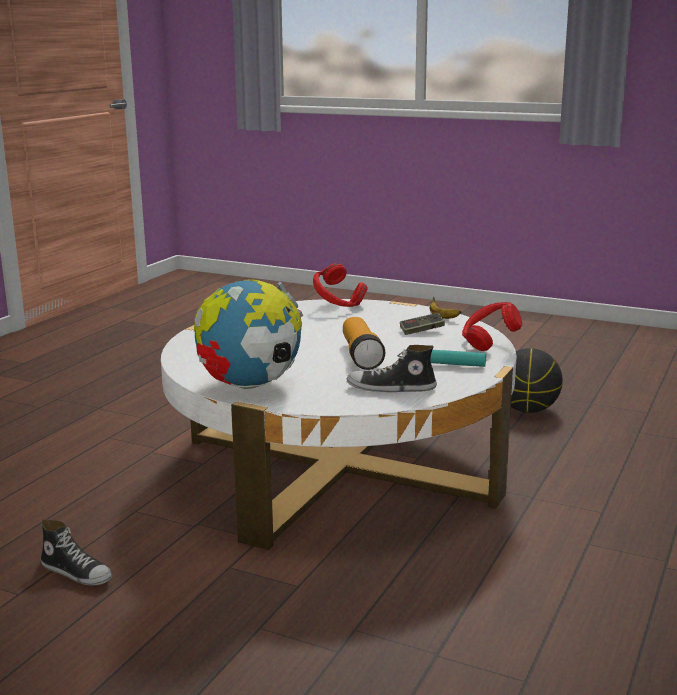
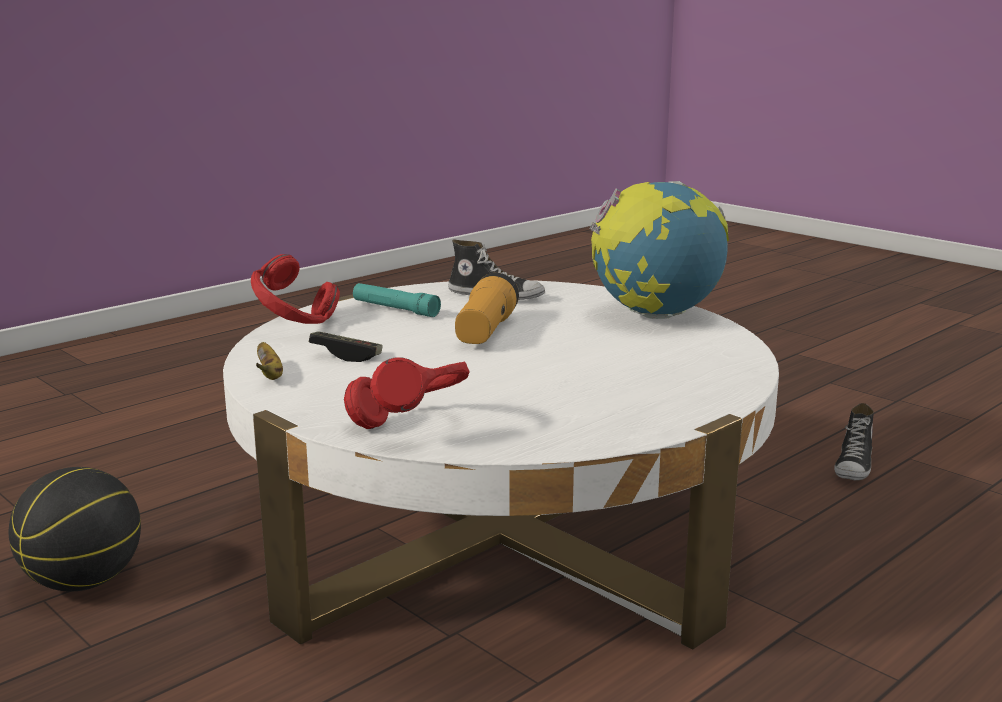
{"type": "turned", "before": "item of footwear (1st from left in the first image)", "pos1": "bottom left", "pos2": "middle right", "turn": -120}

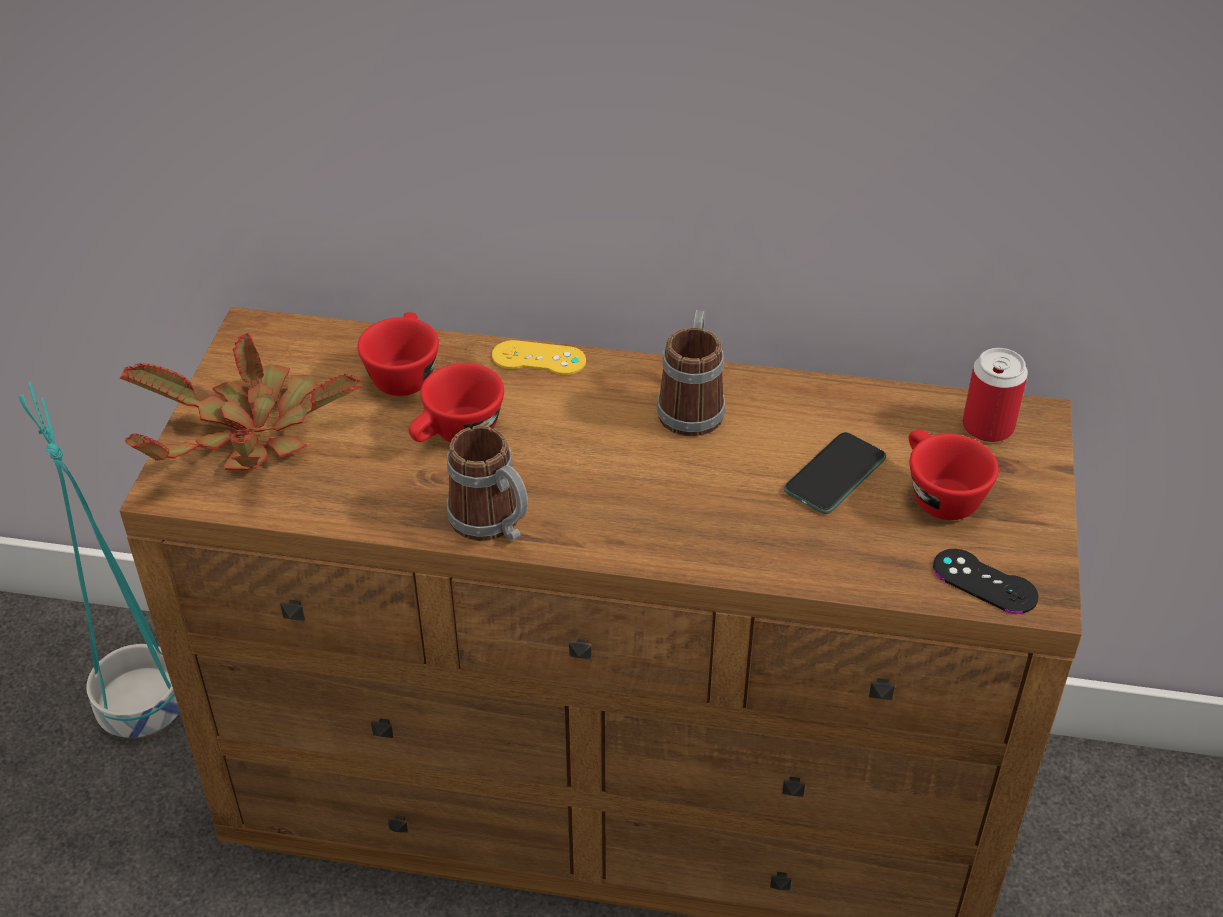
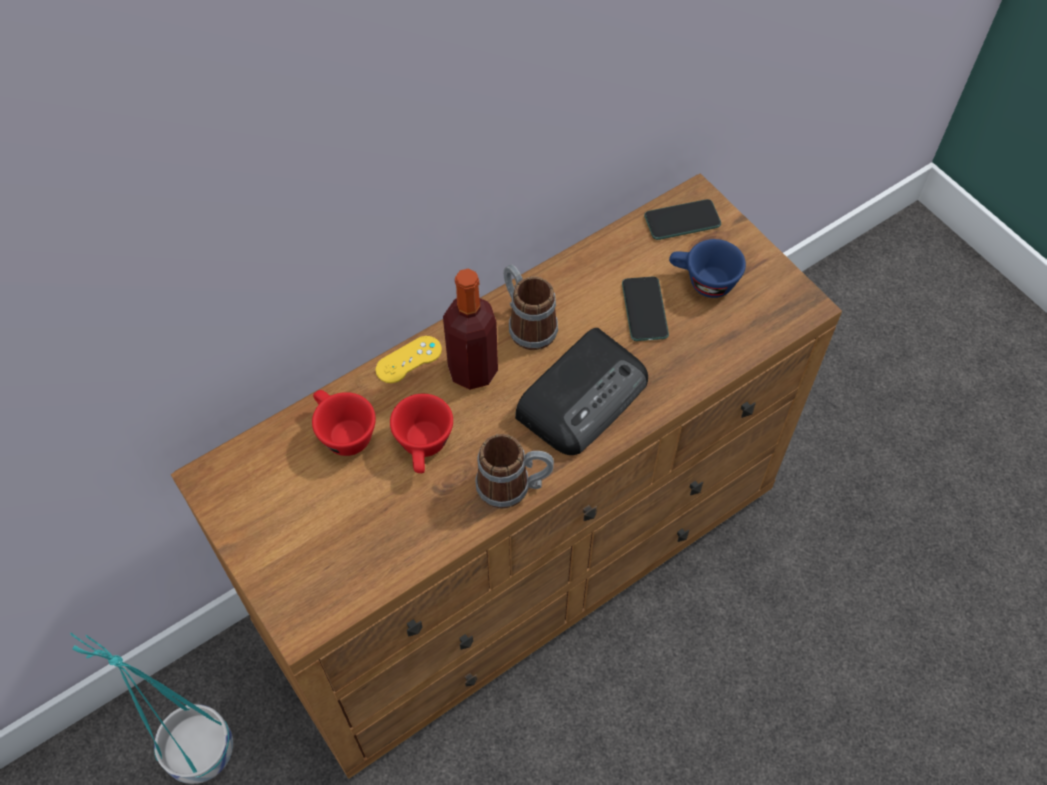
{"type": "removed", "before": "houseplant", "pos1": "middle left"}
{"type": "removed", "before": "gamepad in blackish", "pos1": "middle right"}
{"type": "added", "after": "bottle", "pos2": "centre"}
{"type": "added", "after": "radio receiver", "pos2": "centre"}
{"type": "replaced", "before": "can", "after": "phone (2nd from left)", "pos1": "middle right", "pos2": "top centre"}
{"type": "recoloured", "before": "cup in red (3rd from left)", "after": "cup in bluish", "pos1": "middle right", "pos2": "middle right"}

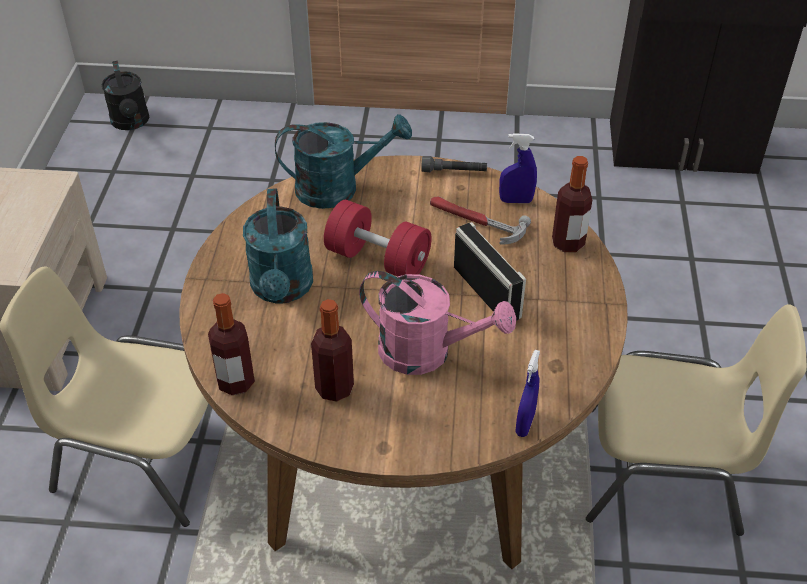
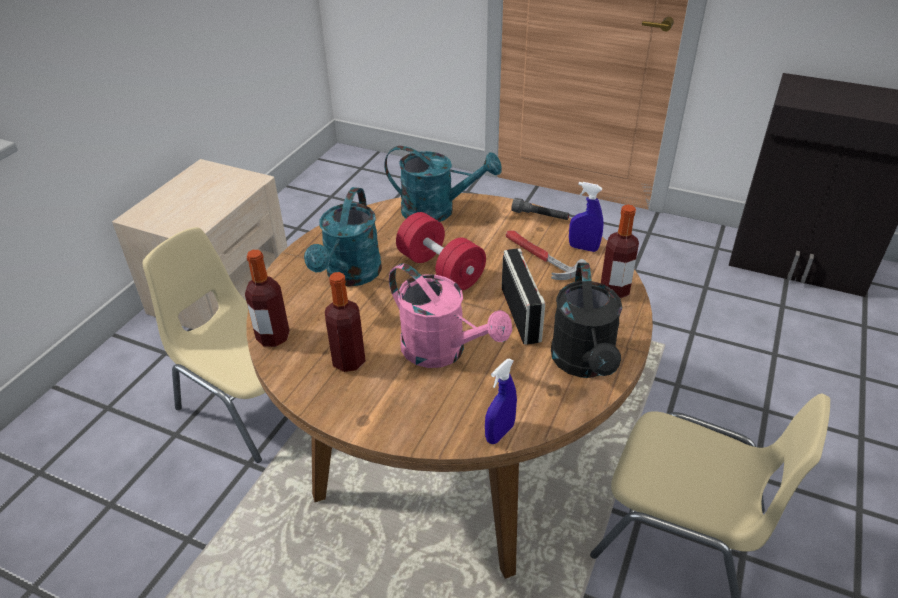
{"type": "moved", "before": "sprinkling can in blackish", "pos1": "top left", "pos2": "centre"}

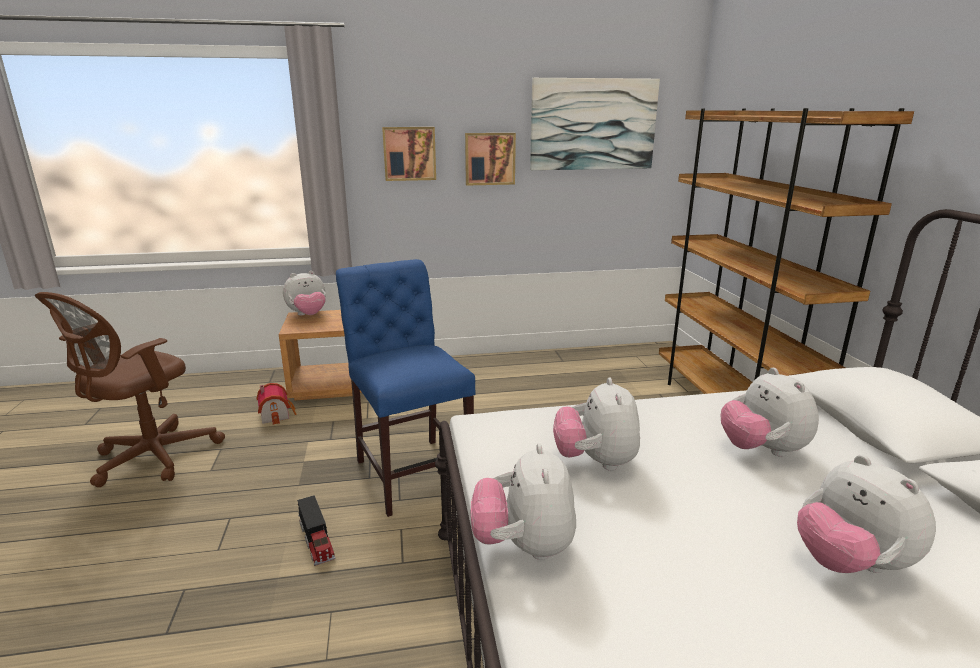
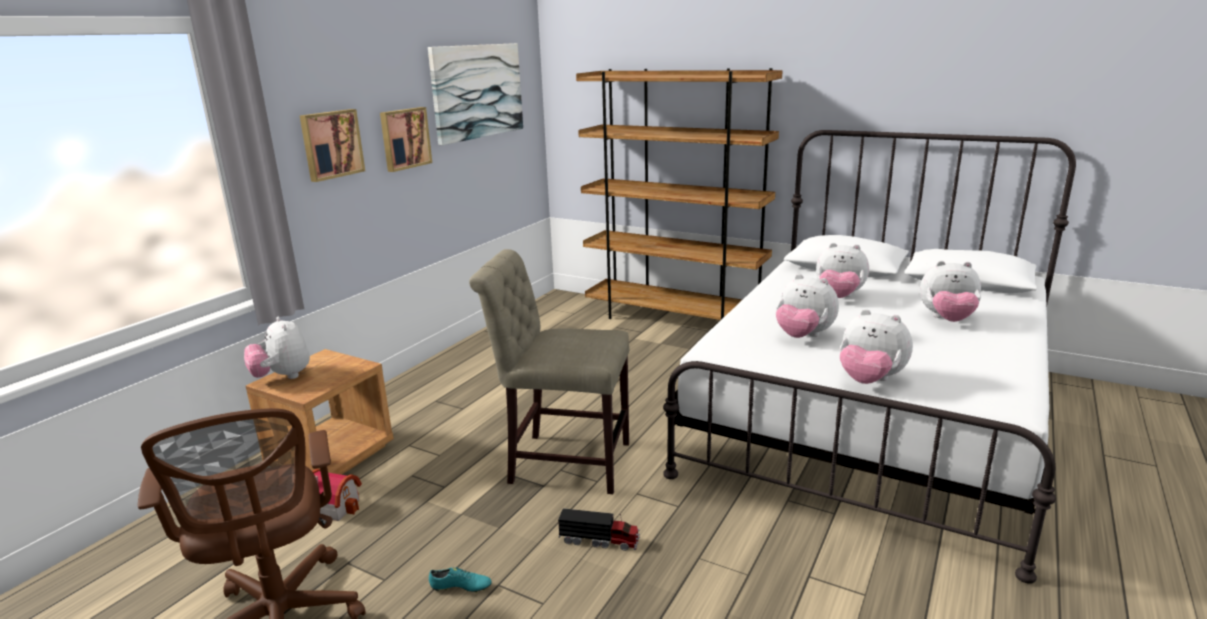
{"type": "added", "after": "item of footwear in turquoise-coloured", "pos2": "bottom centre"}
{"type": "recoloured", "before": "plain chair in bluish", "after": "plain chair in beige", "pos1": "centre", "pos2": "centre"}
{"type": "turned", "before": "soft toy (1st from left)", "pos1": "middle left", "pos2": "middle left", "turn": 135}

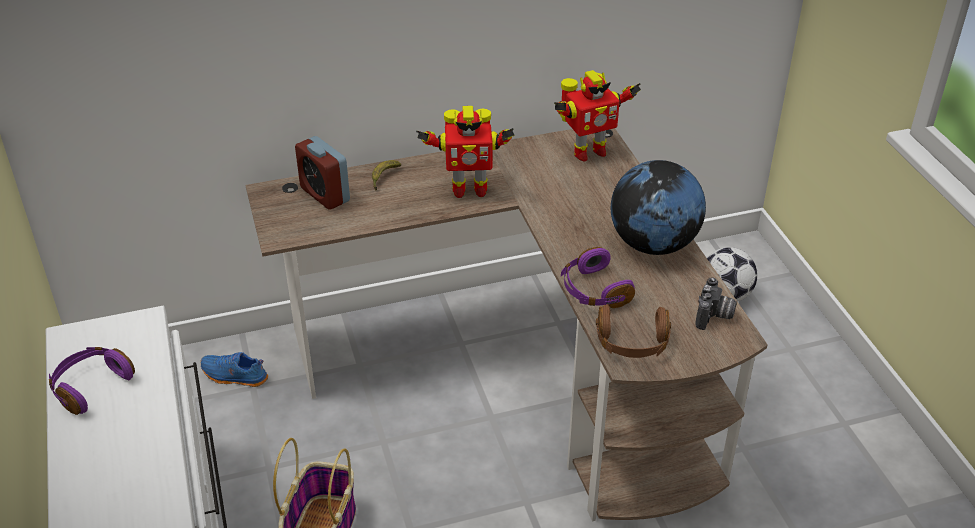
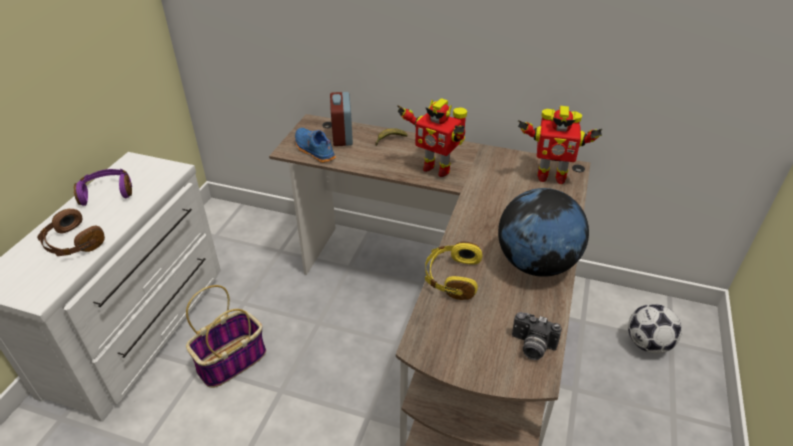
{"type": "moved", "before": "item of footwear in bluish", "pos1": "bottom left", "pos2": "top centre"}
{"type": "moved", "before": "headphones in brown-coloured", "pos1": "centre", "pos2": "middle left"}
{"type": "recoloured", "before": "headphones in purple-coloured (2nd from left)", "after": "headphones in yellowish", "pos1": "centre", "pos2": "centre"}
{"type": "turned", "before": "still camera", "pos1": "middle right", "pos2": "bottom right", "turn": 60}

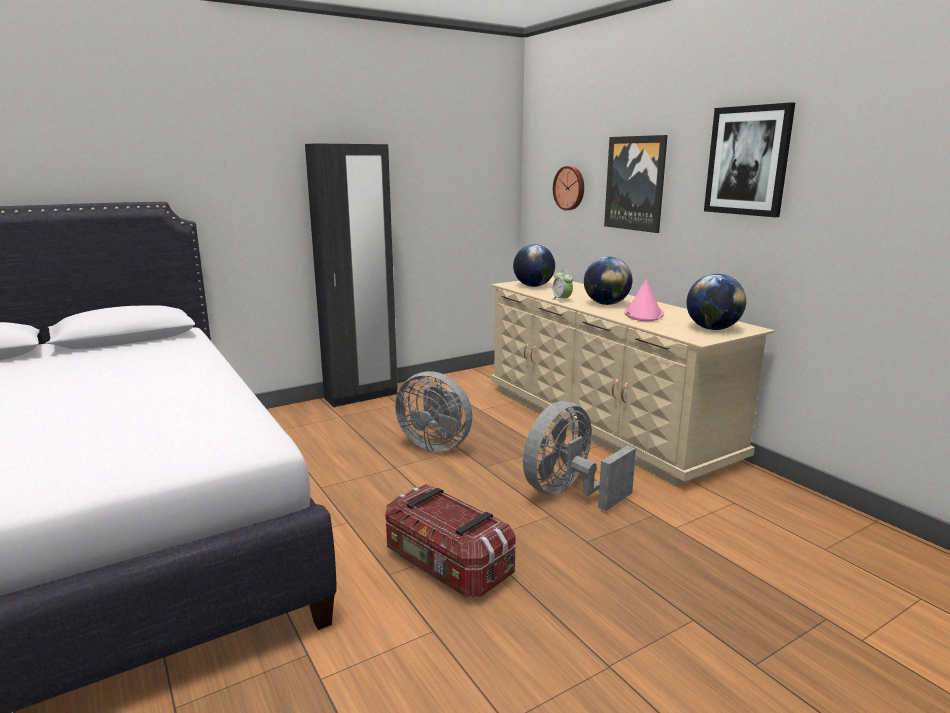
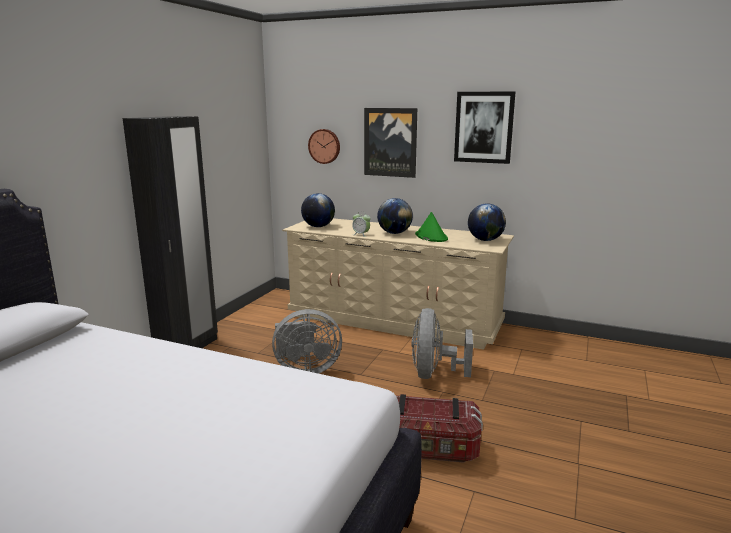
{"type": "recoloured", "before": "wearable hat in pinkish", "after": "wearable hat in greenish", "pos1": "middle right", "pos2": "centre"}

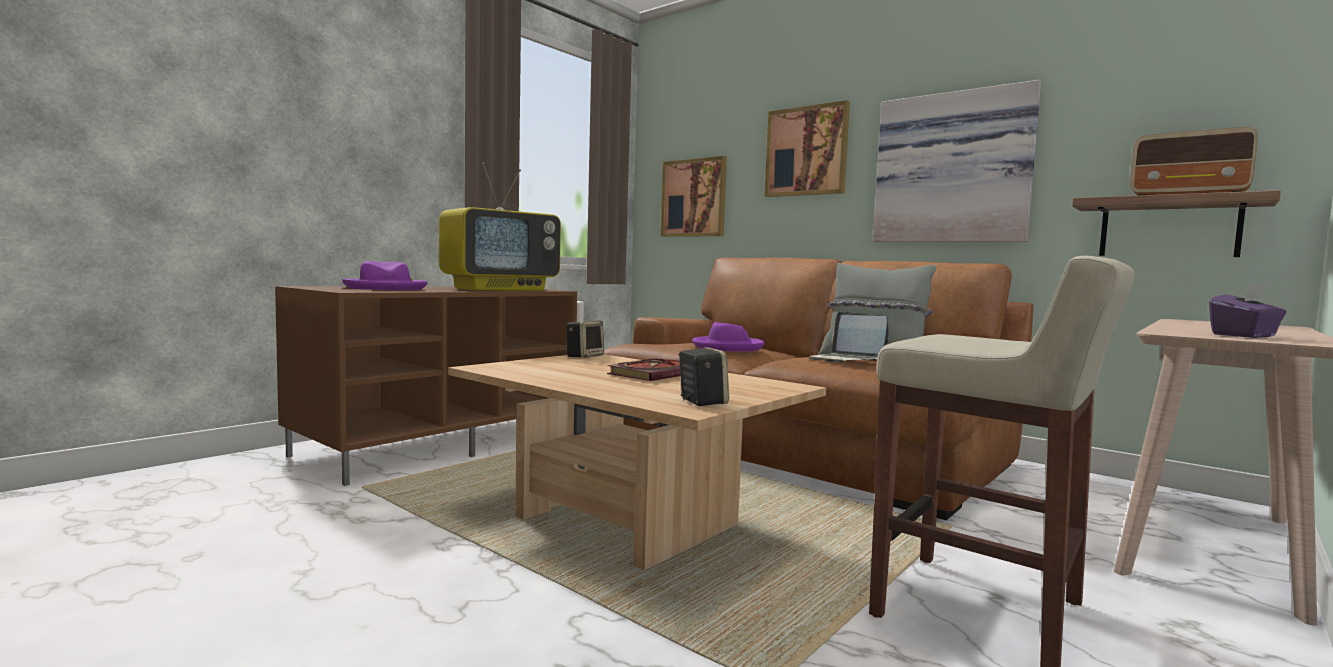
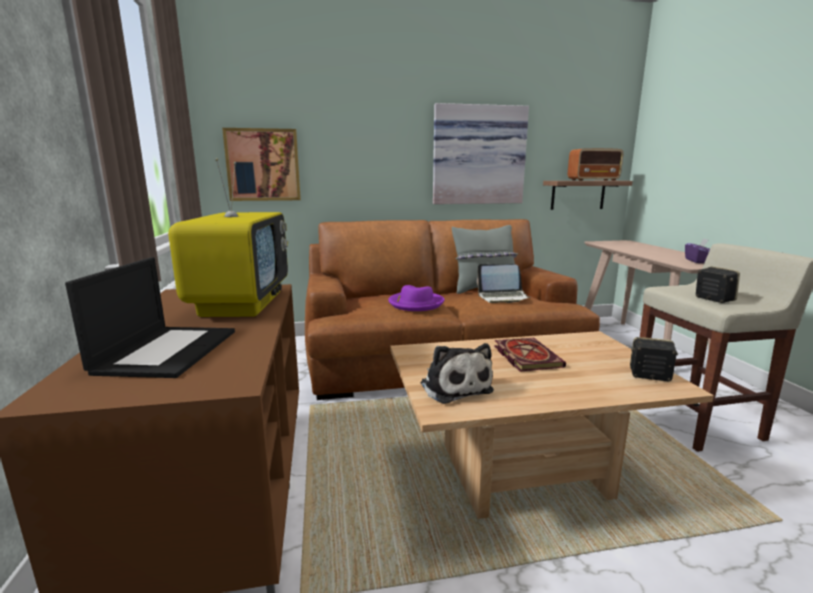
{"type": "removed", "before": "picture (2nd from left)", "pos1": "top centre"}
{"type": "added", "after": "soft toy", "pos2": "centre"}
{"type": "moved", "before": "audio speaker (1st from left in the first image)", "after": "audio speaker (2nd from left)", "pos1": "centre", "pos2": "middle right"}
{"type": "replaced", "before": "wearable hat in purple-coloured (1st from left)", "after": "laptop (1st from left)", "pos1": "middle left", "pos2": "middle left"}

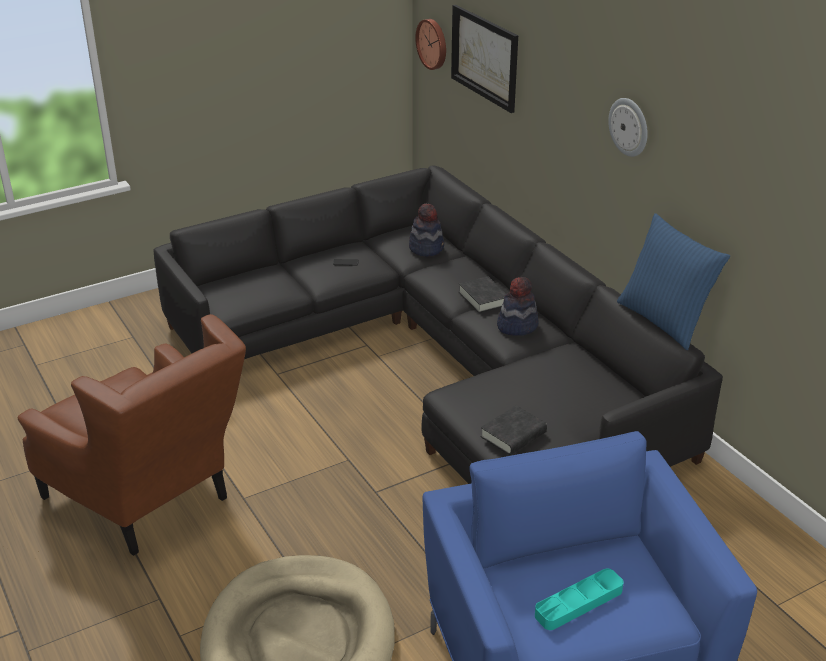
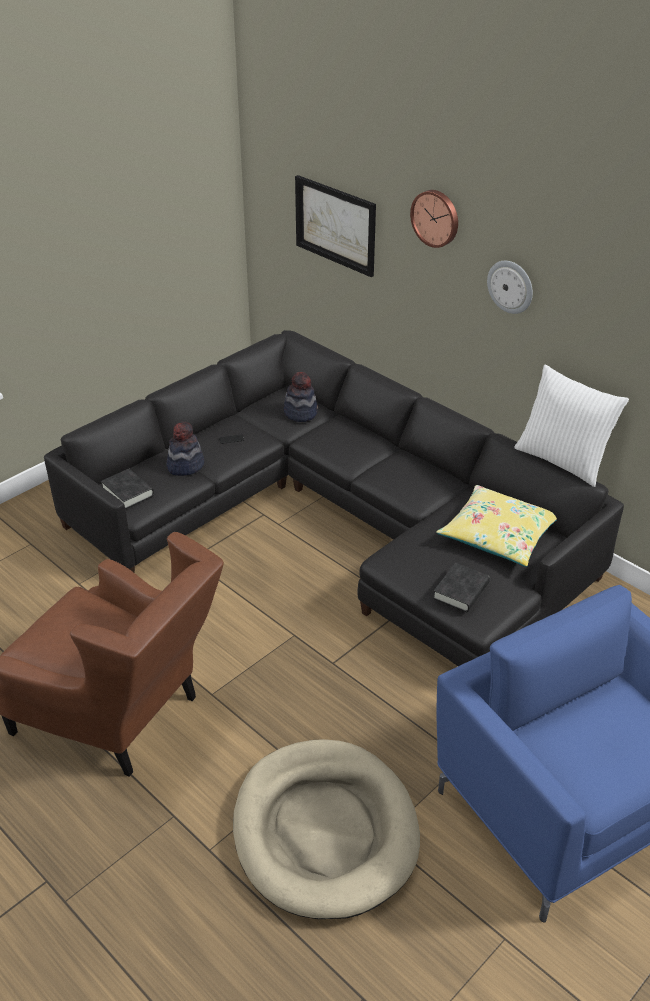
{"type": "removed", "before": "serving tray in turquoise-coloured", "pos1": "bottom right"}
{"type": "added", "after": "pillow in yellowish", "pos2": "middle right"}
{"type": "moved", "before": "hanging clock (1st from left)", "pos1": "top centre", "pos2": "top right"}
{"type": "moved", "before": "volume in blackish (1st from left)", "pos1": "centre", "pos2": "middle left"}
{"type": "moved", "before": "wearable hat (2nd from left in the first image)", "after": "wearable hat (1st from left)", "pos1": "centre", "pos2": "middle left"}
{"type": "recoloured", "before": "pillow in bluish", "after": "pillow in white", "pos1": "middle right", "pos2": "middle right"}

